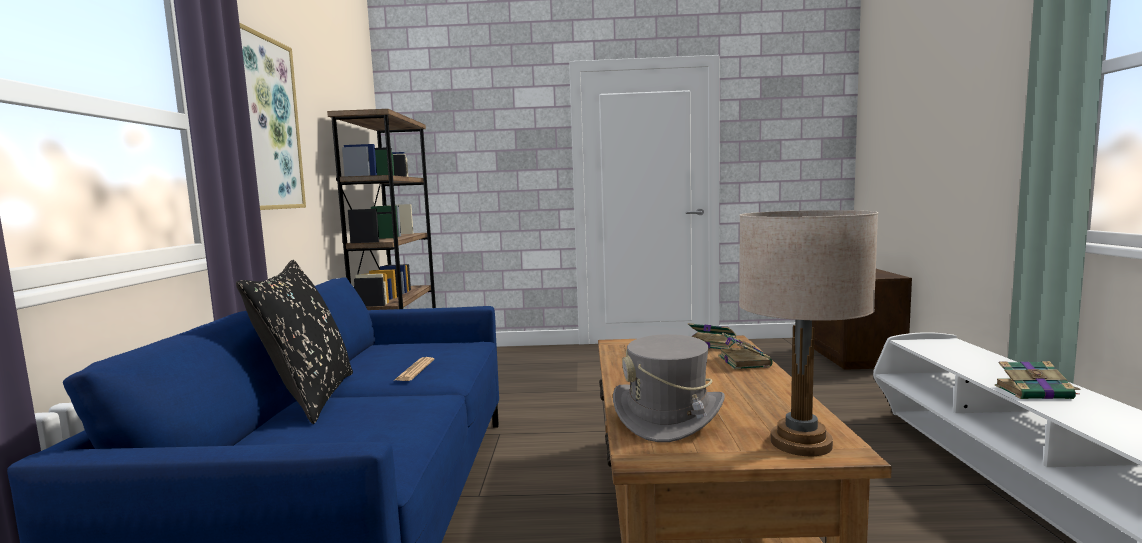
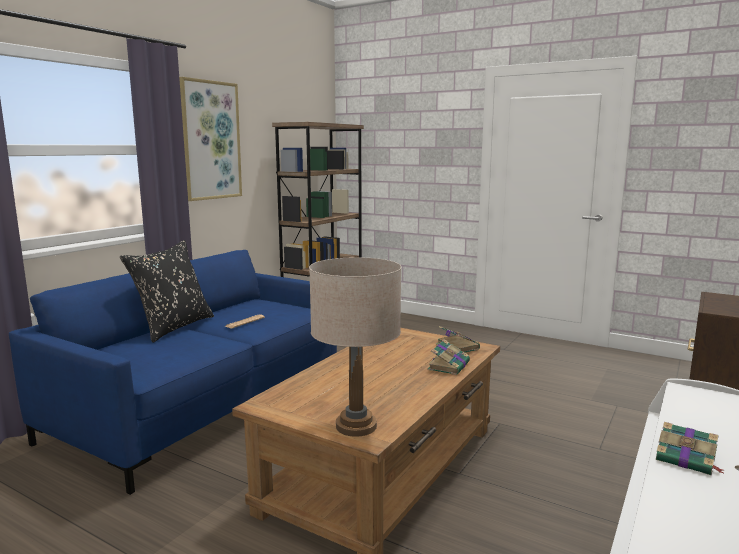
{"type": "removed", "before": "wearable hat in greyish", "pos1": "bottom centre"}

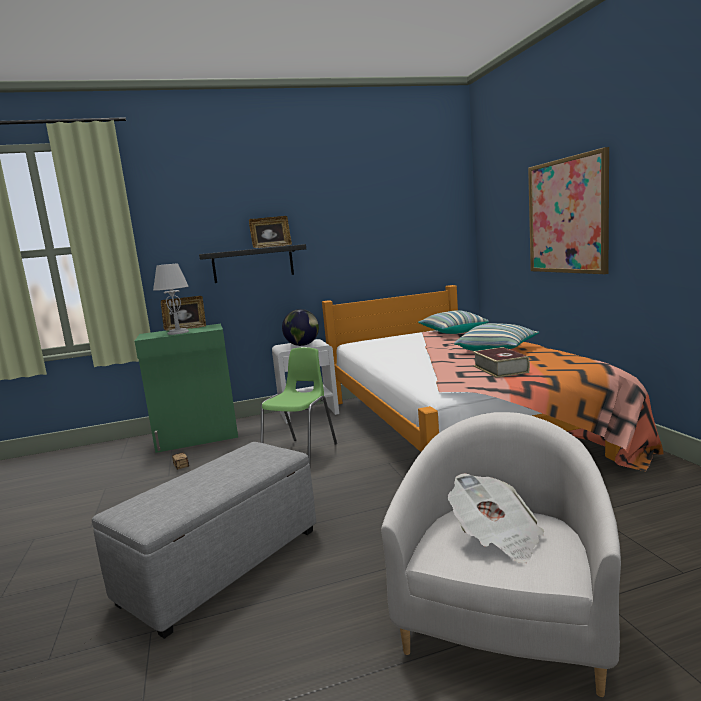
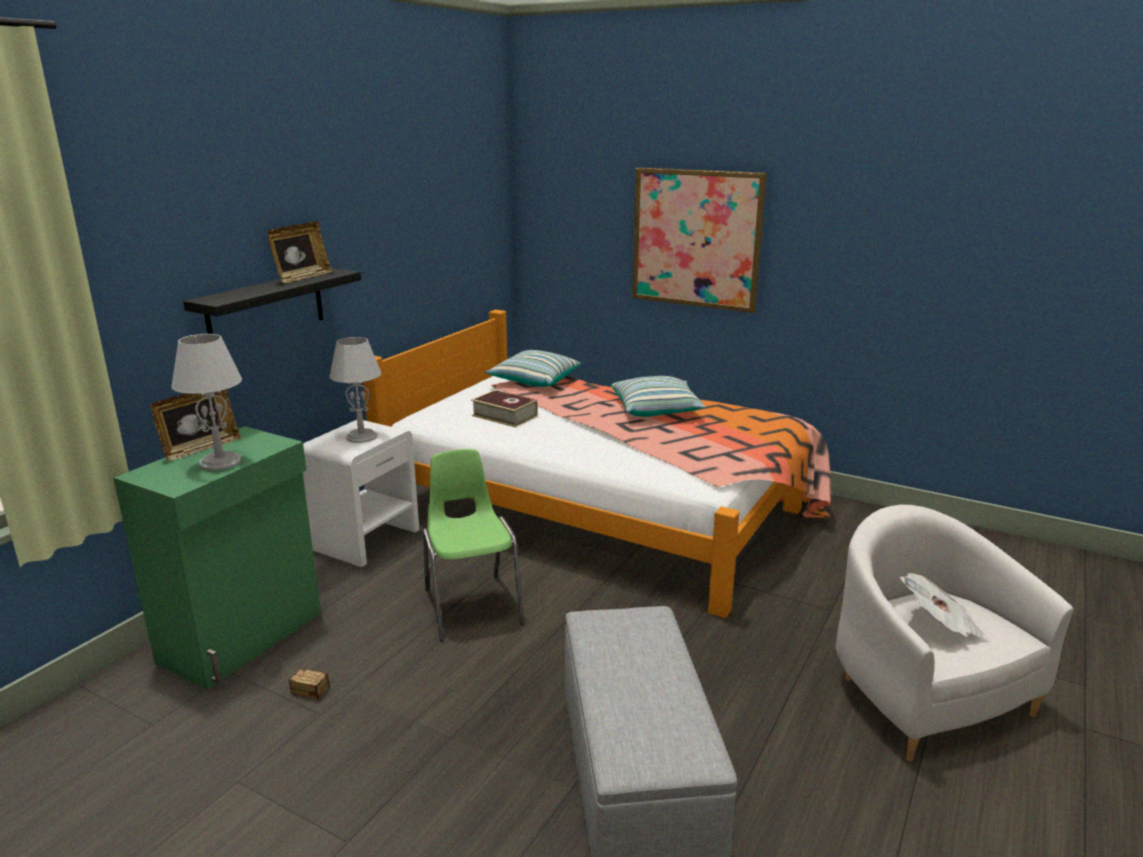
{"type": "moved", "before": "volume", "pos1": "middle right", "pos2": "centre"}
{"type": "replaced", "before": "globe", "after": "table lamp in greyish (2nd from left)", "pos1": "centre", "pos2": "middle left"}

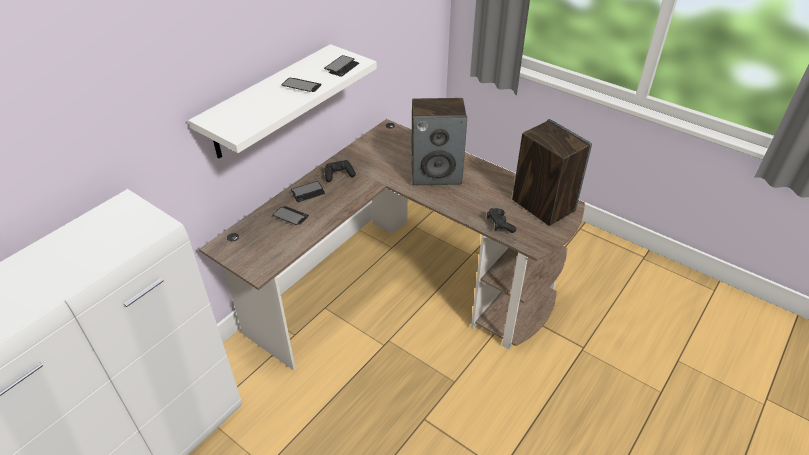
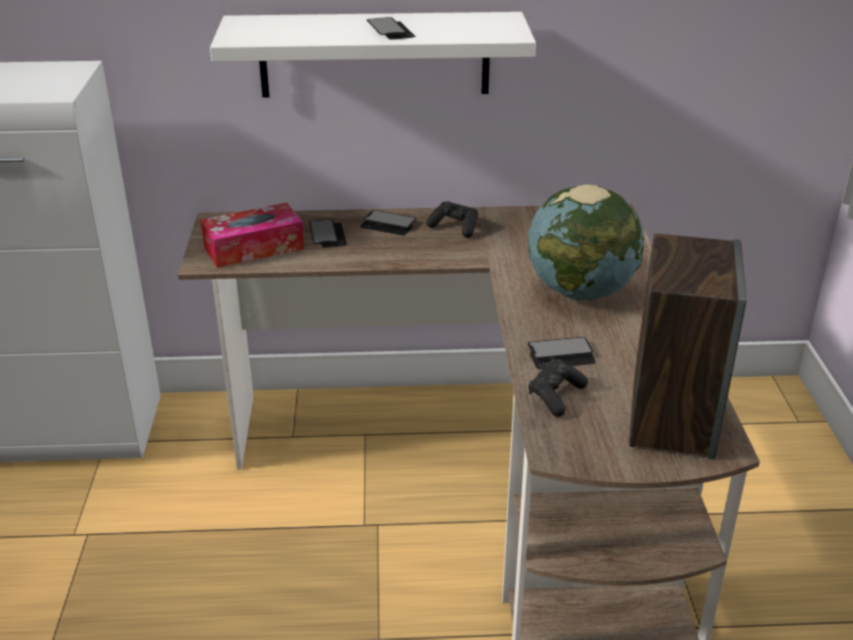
{"type": "added", "after": "tissue holder", "pos2": "middle left"}
{"type": "moved", "before": "phone (4th from left)", "pos1": "top centre", "pos2": "centre"}
{"type": "replaced", "before": "audio speaker (1st from left)", "after": "globe", "pos1": "top centre", "pos2": "middle right"}

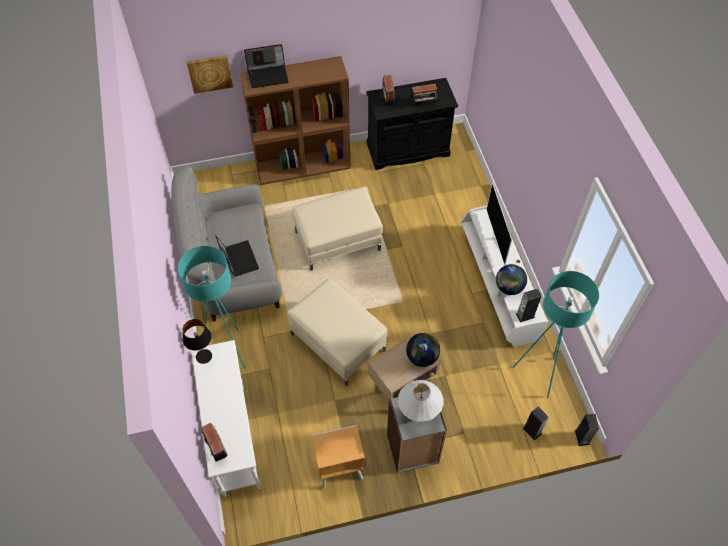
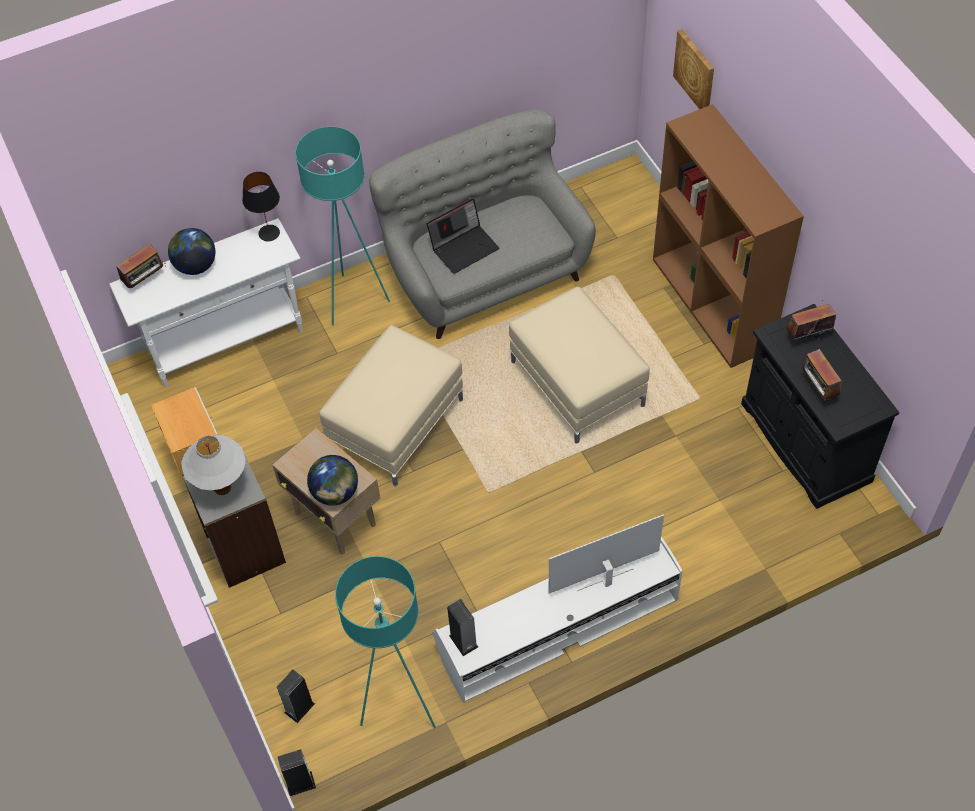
{"type": "removed", "before": "laptop (2nd from left)", "pos1": "top centre"}
{"type": "moved", "before": "globe (2nd from left in the first image)", "after": "globe (1st from left)", "pos1": "middle right", "pos2": "top left"}

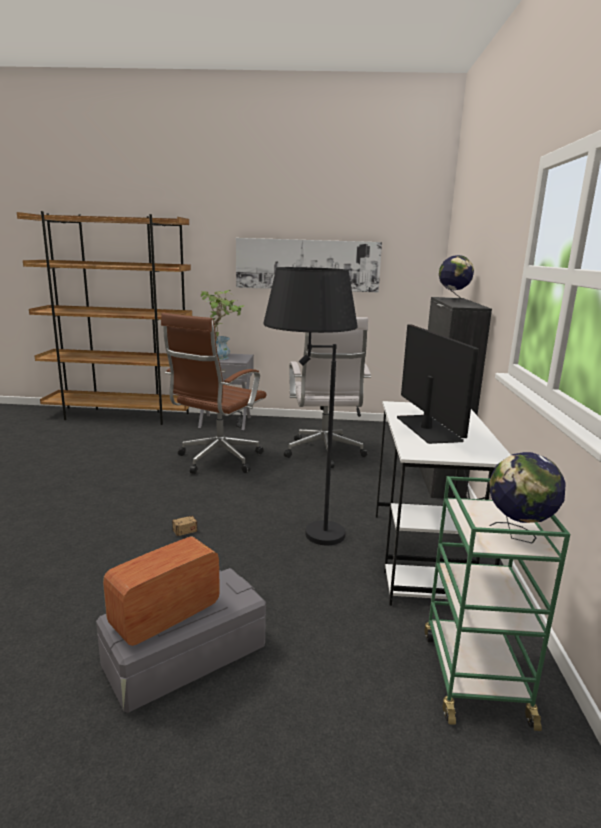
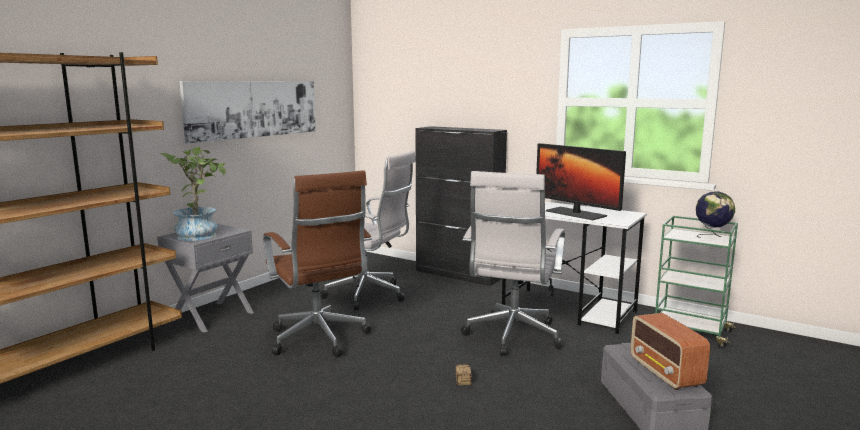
{"type": "removed", "before": "globe (1st from left)", "pos1": "middle right"}
{"type": "replaced", "before": "floor lamp in blackish", "after": "office chair in white (2nd from left)", "pos1": "centre", "pos2": "centre"}
{"type": "turned", "before": "computer display", "pos1": "middle right", "pos2": "middle right", "turn": -150}

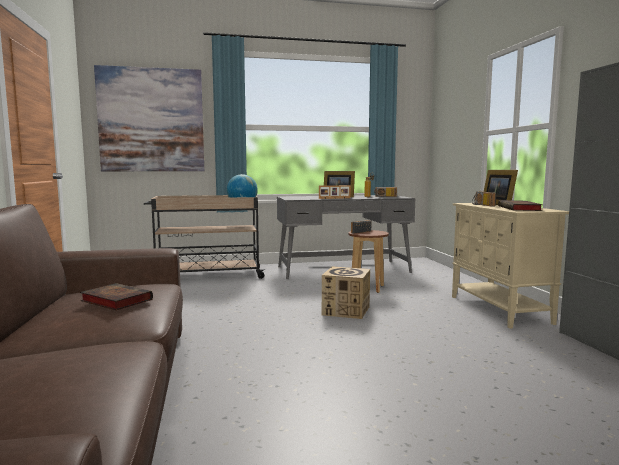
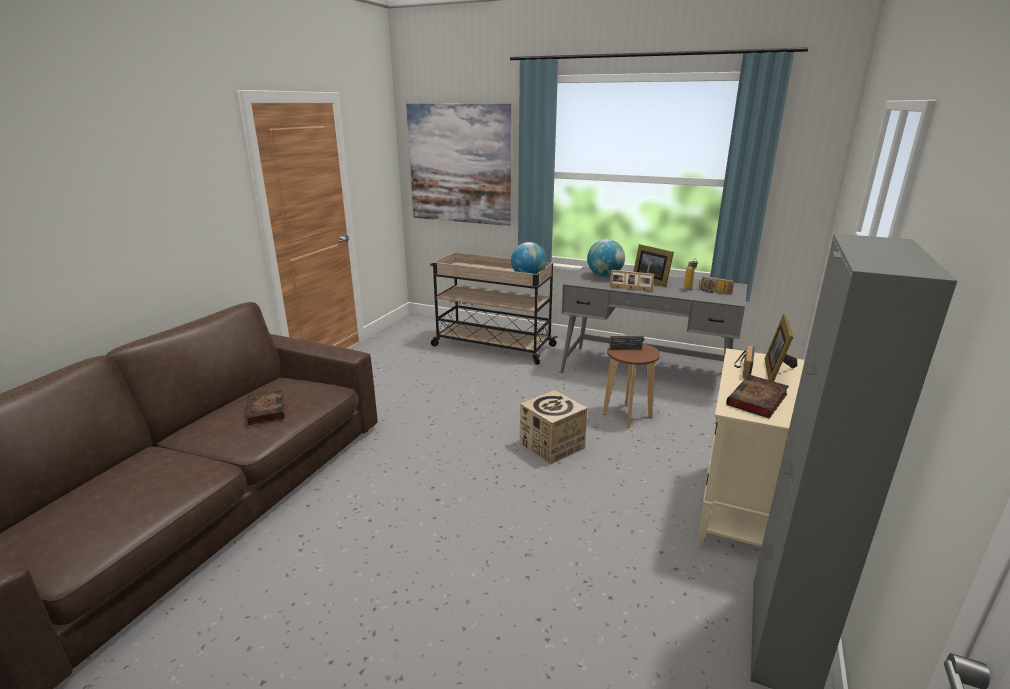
{"type": "added", "after": "globe (2nd from left)", "pos2": "centre"}

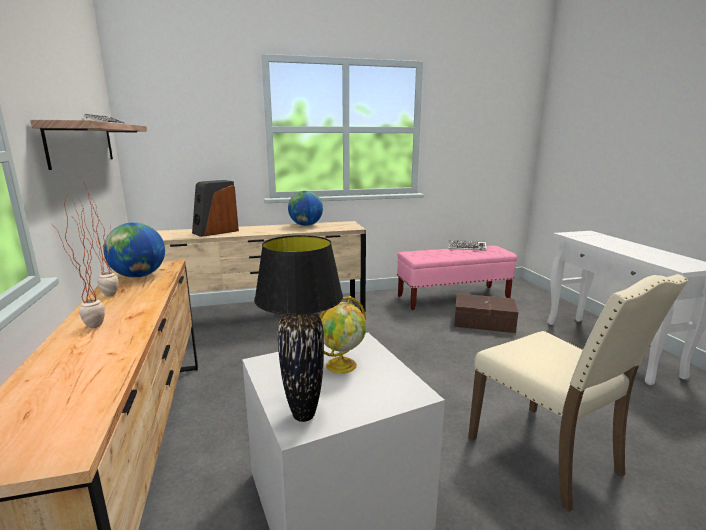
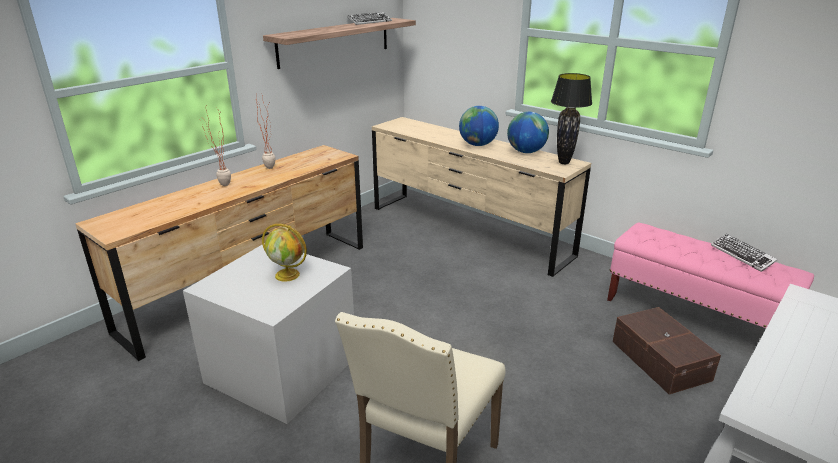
{"type": "removed", "before": "audio speaker", "pos1": "middle left"}
{"type": "moved", "before": "globe (1st from left in the first image)", "after": "globe (2nd from left)", "pos1": "middle left", "pos2": "top centre"}
{"type": "moved", "before": "table lamp in blackish", "pos1": "centre", "pos2": "top right"}

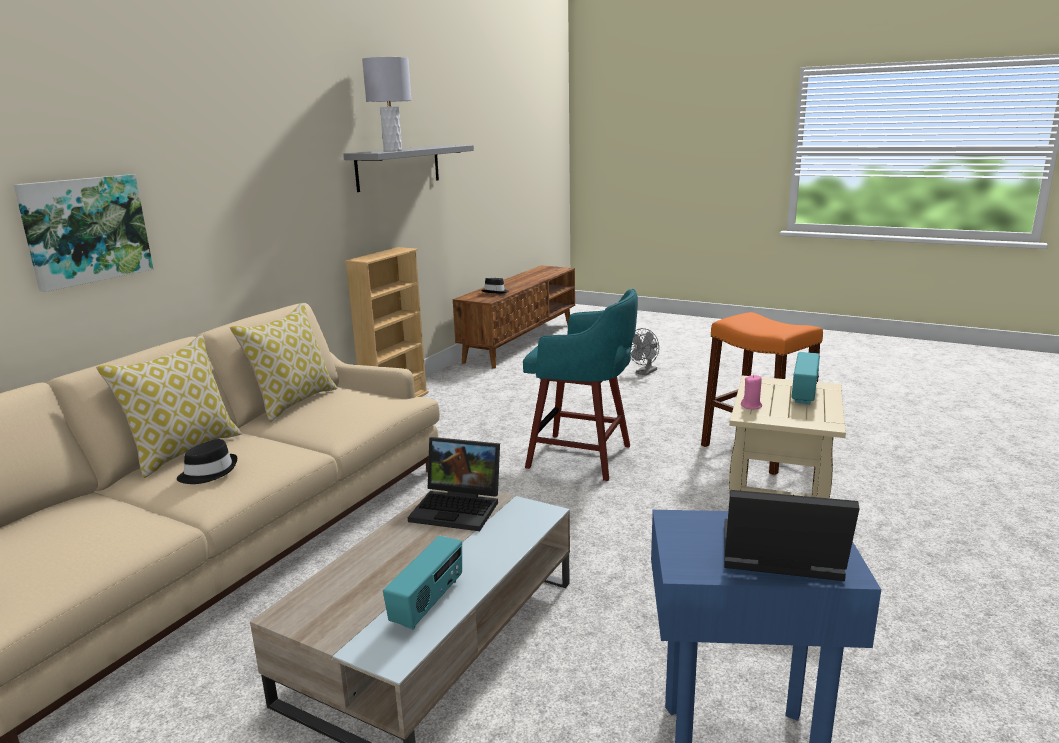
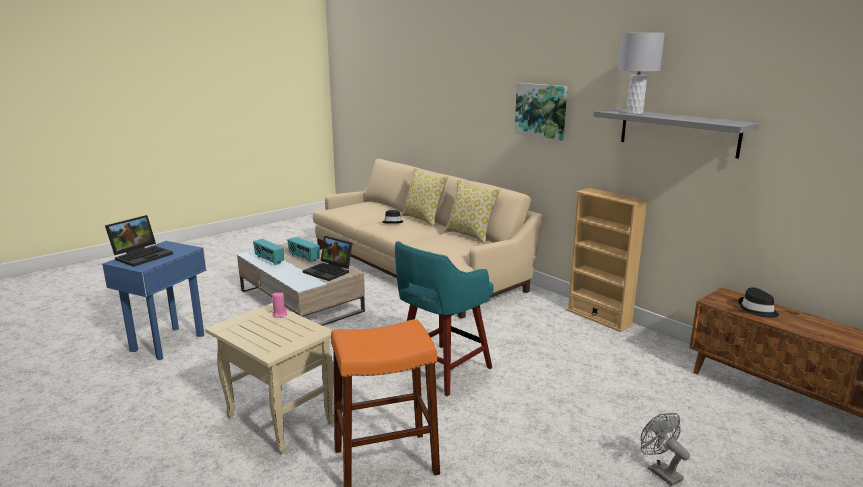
{"type": "moved", "before": "picture", "pos1": "top left", "pos2": "top centre"}
{"type": "moved", "before": "radio receiver (2nd from left)", "pos1": "middle right", "pos2": "centre"}
{"type": "turned", "before": "laptop (1st from left in the first image)", "pos1": "centre", "pos2": "centre", "turn": -90}

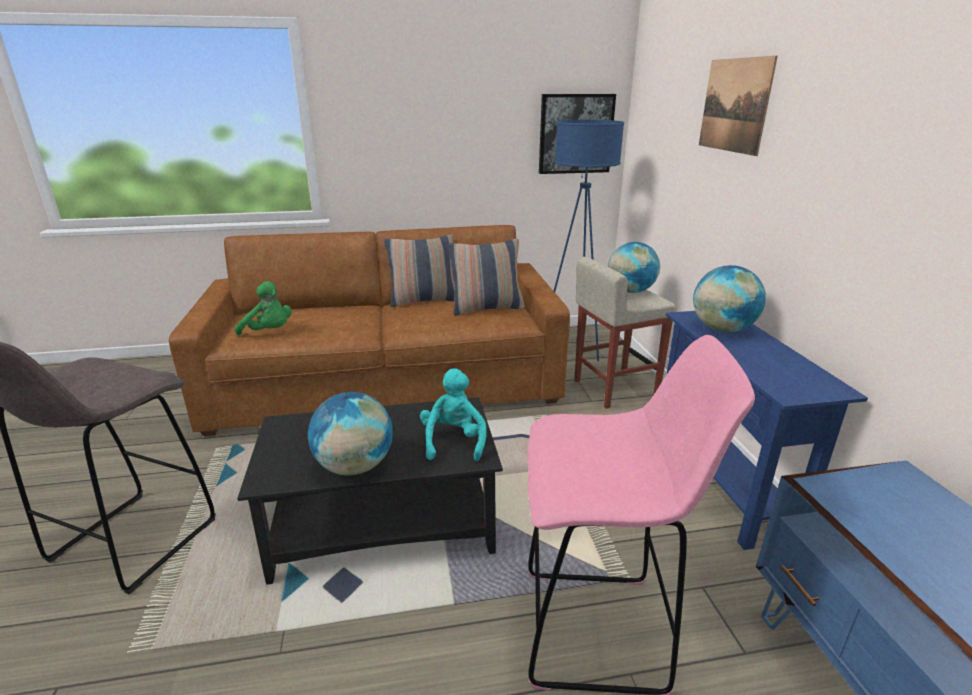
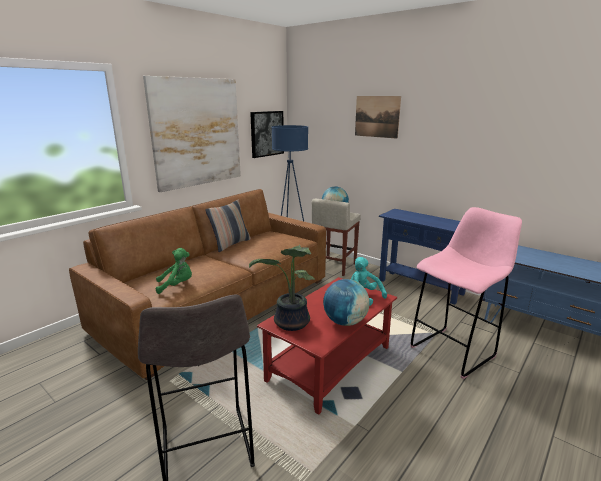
{"type": "removed", "before": "pillow (2nd from left)", "pos1": "centre"}
{"type": "removed", "before": "globe (3rd from left)", "pos1": "middle right"}
{"type": "added", "after": "picture (1st from left)", "pos2": "top left"}
{"type": "added", "after": "houseplant", "pos2": "centre"}
{"type": "recoloured", "before": "lounge table in blackish", "after": "lounge table in red", "pos1": "bottom centre", "pos2": "bottom centre"}

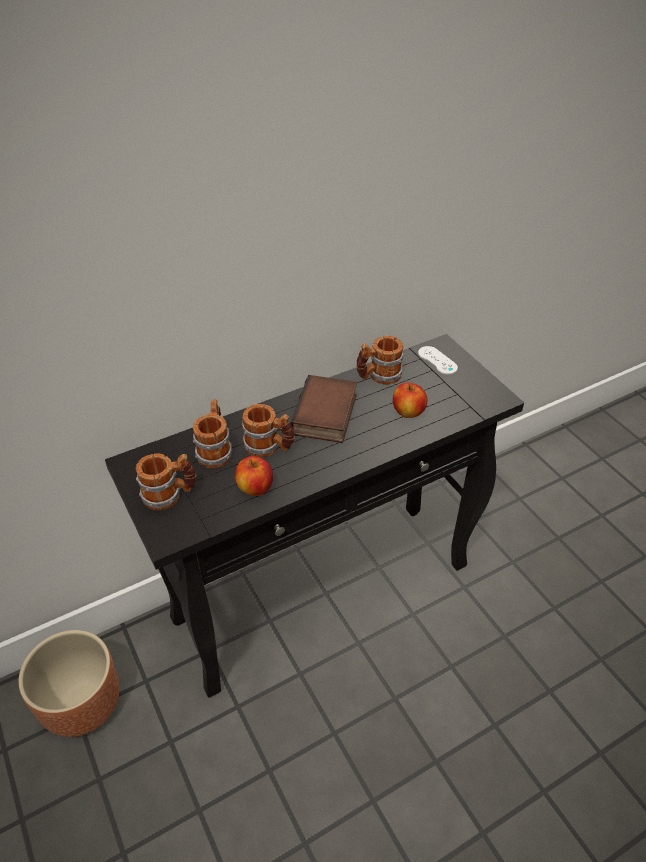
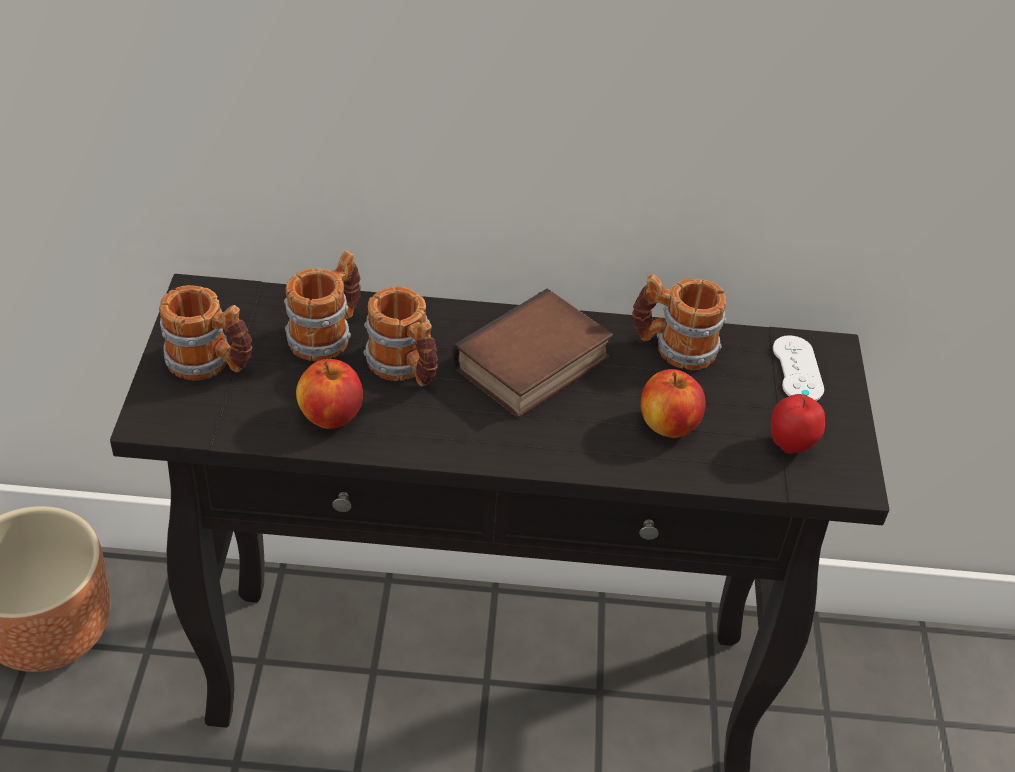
{"type": "added", "after": "apple fruit (3rd from left)", "pos2": "middle right"}

